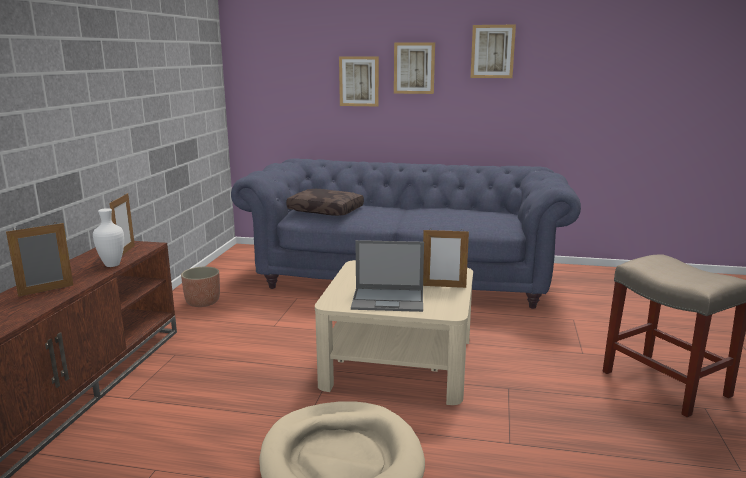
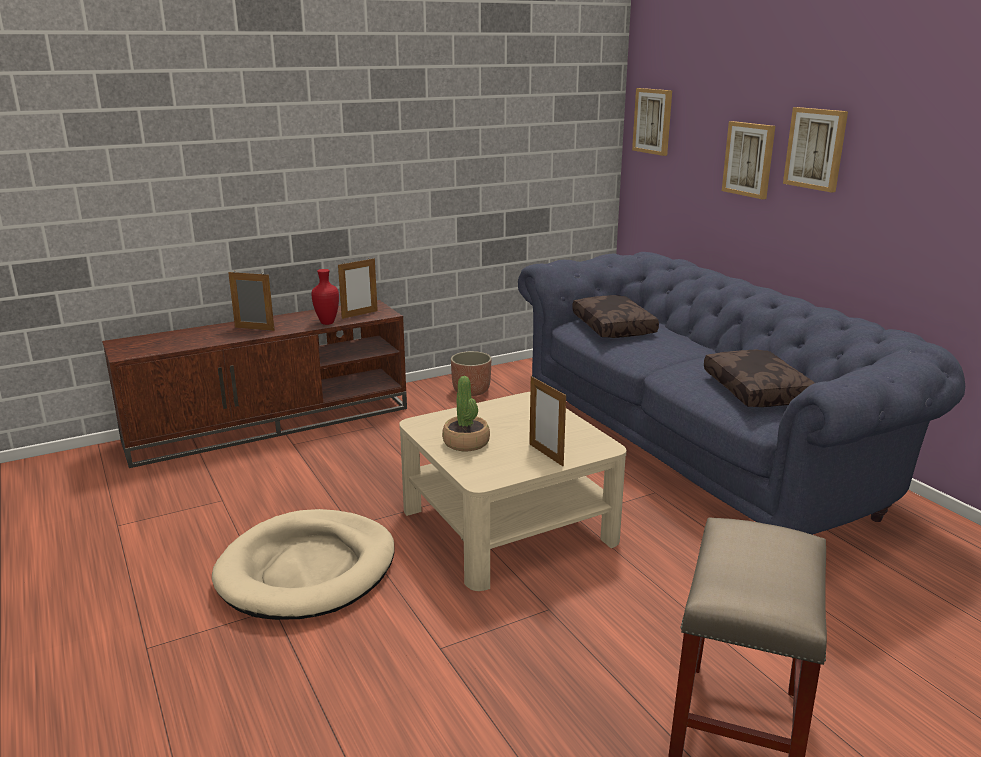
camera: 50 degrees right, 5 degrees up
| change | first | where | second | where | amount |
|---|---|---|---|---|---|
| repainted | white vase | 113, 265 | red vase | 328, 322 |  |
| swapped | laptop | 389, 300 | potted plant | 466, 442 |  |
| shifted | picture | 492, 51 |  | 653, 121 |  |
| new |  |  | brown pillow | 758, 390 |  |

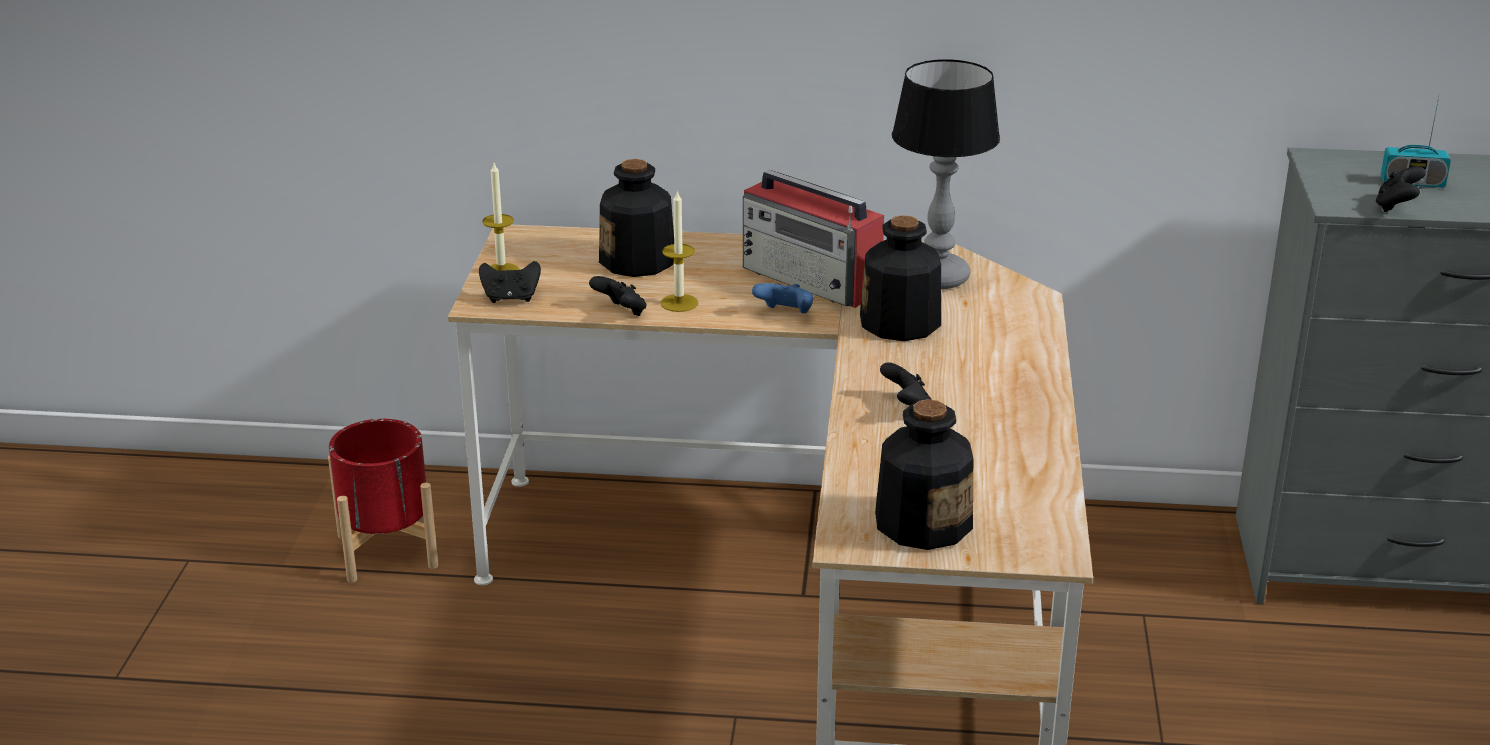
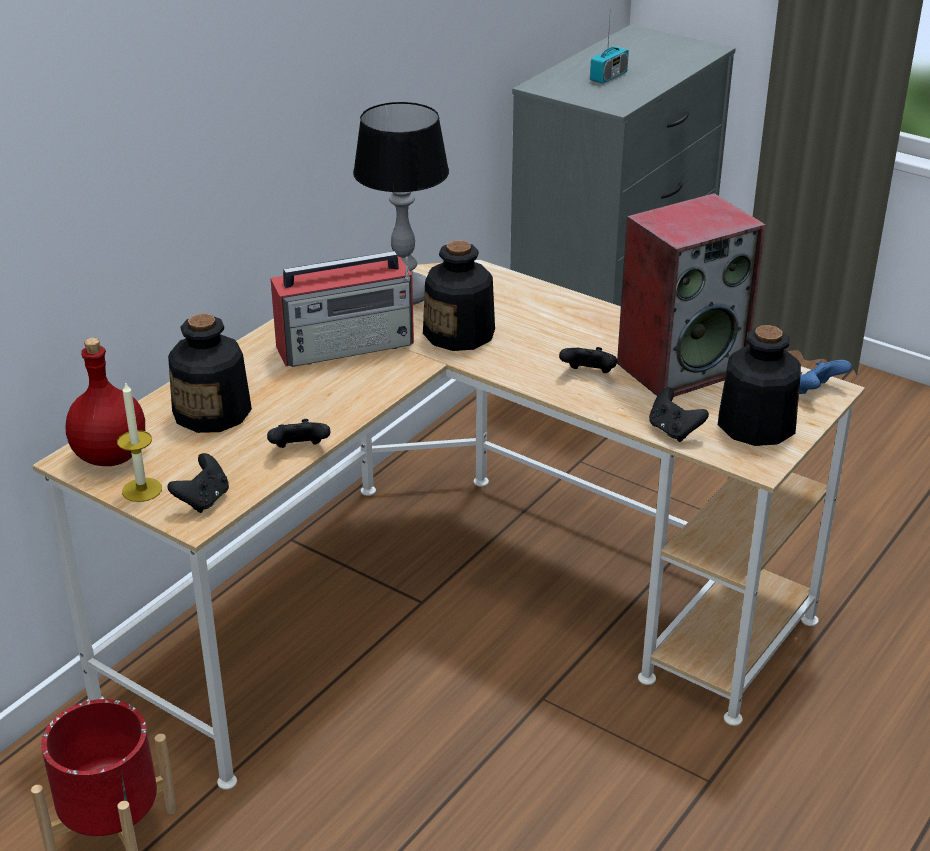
camera: 60 degrees left, 5 degrees up
| change | first | where | second | where | amount |
|---|---|---|---|---|---|
| gone | candle | 679, 303 |  |  |  |
| shifted | blue game controller | 785, 314 |  | 817, 392 |  |
| shifted | black game controller | 1396, 207 |  | 673, 431 |  |
| new |  |  | red bottle | 111, 455 |  |
| new |  |  | speaker | 681, 366 |  |

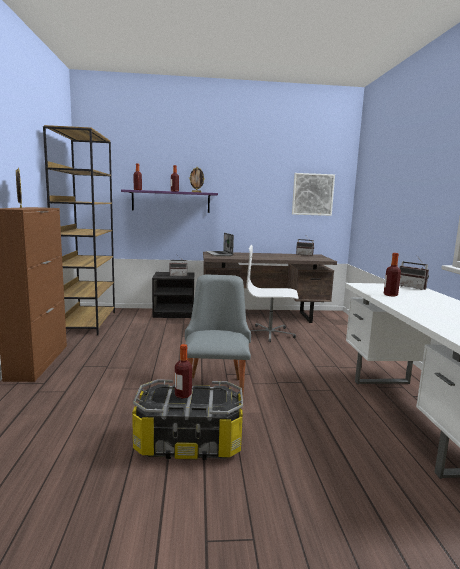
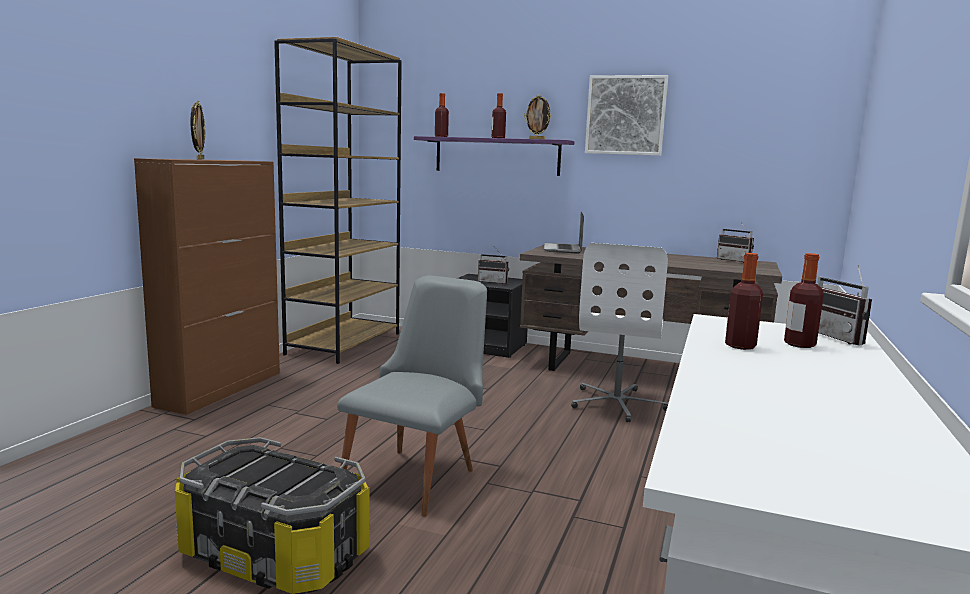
camera: 25 degrees right, 0 degrees up
| change | first | where | second | where | amount |
|---|---|---|---|---|---|
| shifted | bottle | 183, 395 |  | 799, 344 |  |
| rotated | white office chair | 270, 334 |  | 617, 403 | 105 degrees counterclockwise |
| shifted | picture | 312, 194 |  | 625, 115 |  |

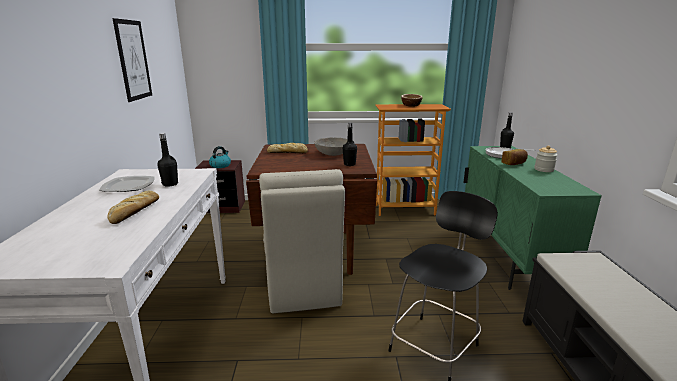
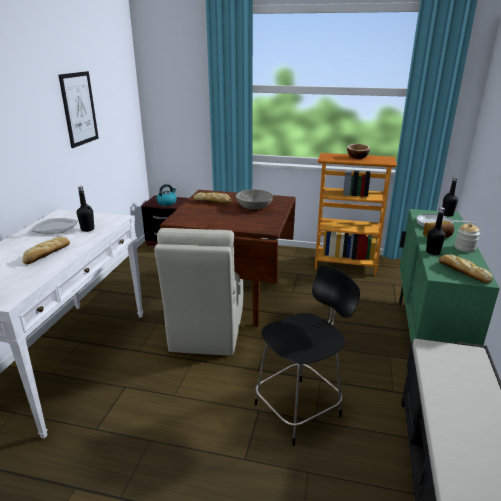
camera: 15 degrees right, 5 degrees up
| change | first | where | second | where | amount |
|---|---|---|---|---|---|
| shifted | black bottle | 349, 164 |  | 433, 252 |  |
| new |  |  | bread | 462, 272 |  |

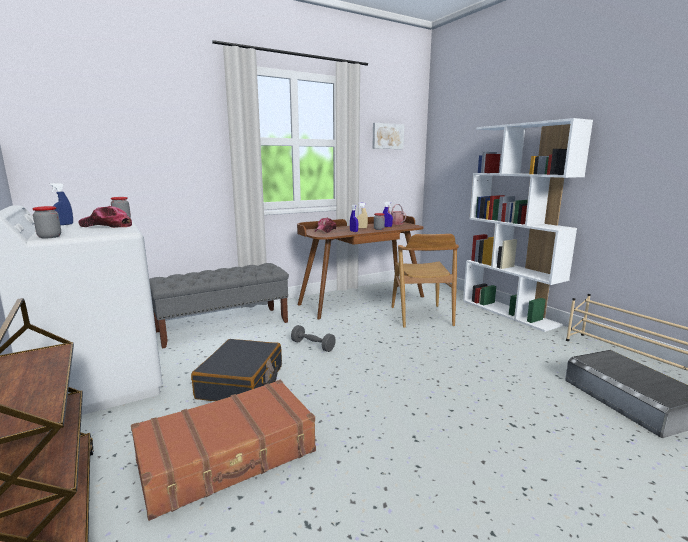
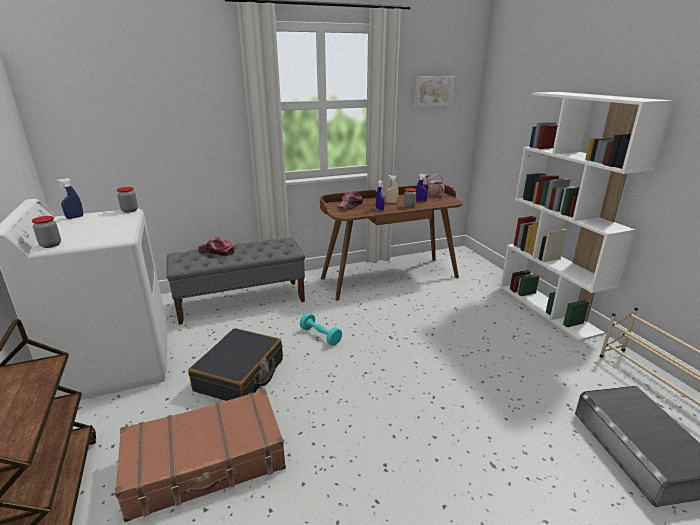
camera: 10 degrees right, 10 degrees up
| change | first | where | second | where | amount |
|---|---|---|---|---|---|
| shifted | cap | 106, 226 |  | 217, 251 |  |
| repainted | grey dumbbell | 313, 346 | turquoise dumbbell | 320, 336 |  |
| gone | brown chair | 421, 316 |  |  |  |

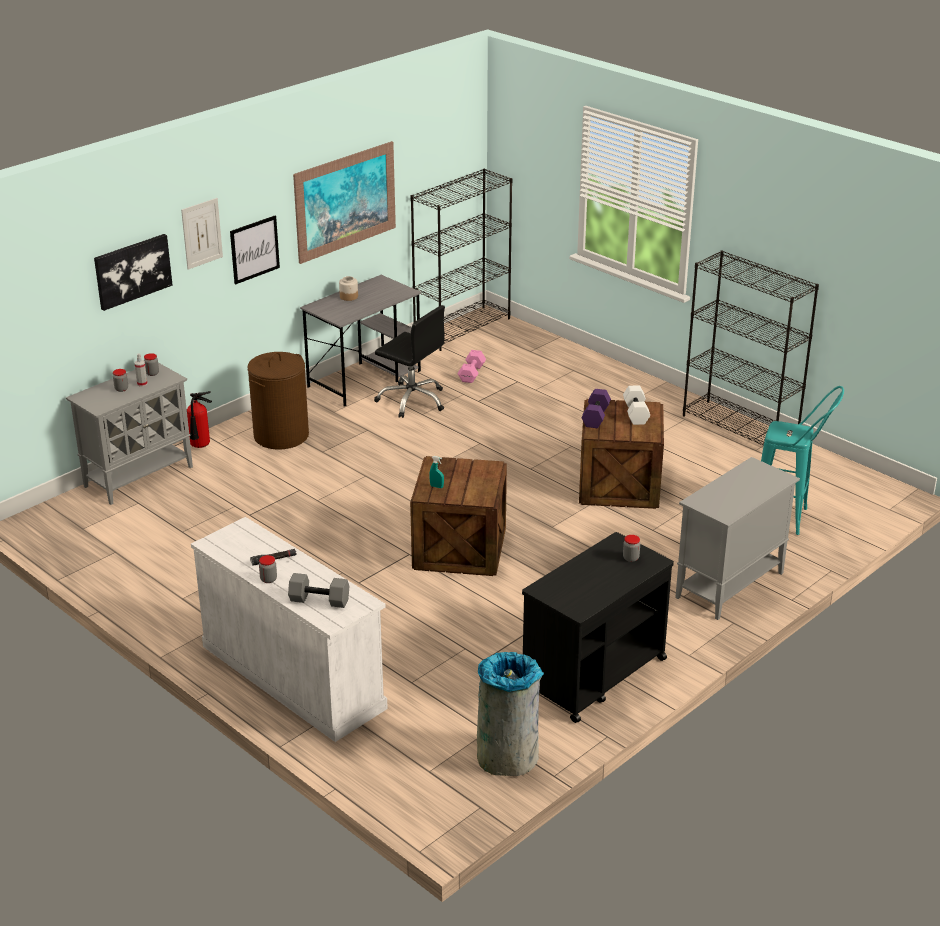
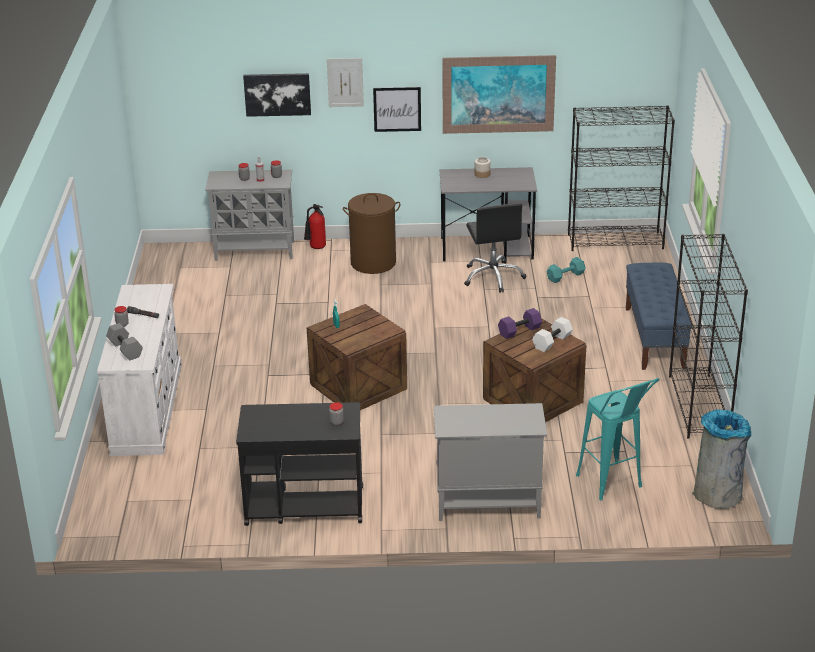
camera: 45 degrees right, 0 degrees up
| change | first | where | second | where | amount |
|---|---|---|---|---|---|
| repainted | pink dumbbell | 472, 373 | turquoise dumbbell | 566, 276 |  |
| shifted | grey trash can | 508, 757 |  | 717, 495 |  |
| new |  |  | blue bench | 654, 338 |  |

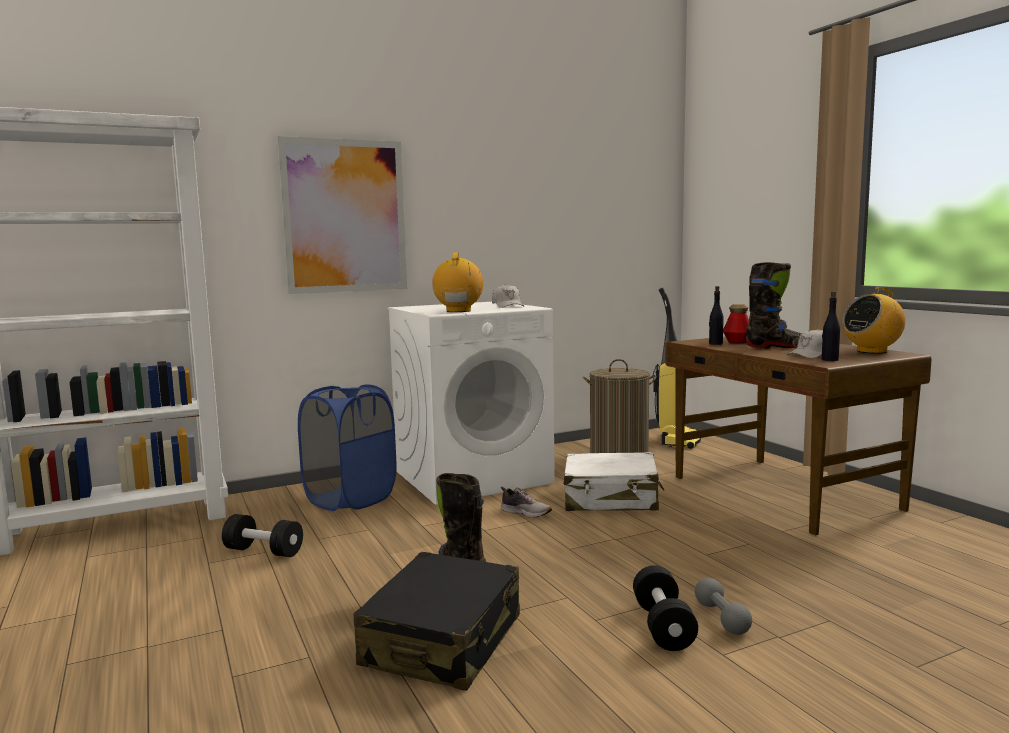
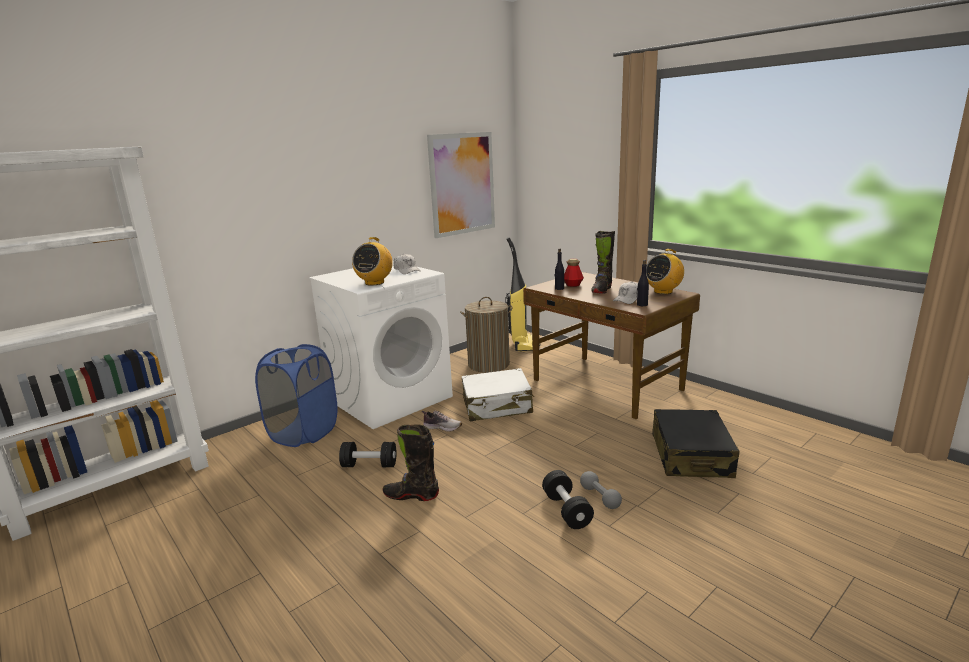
camera: 15 degrees left, 10 degrees up
| change | first | where | second | where | amount |
|---|---|---|---|---|---|
| shifted | black dumbbell | 263, 551 |  | 369, 465 |  |
| shifted | picture | 344, 216 |  | 462, 184 |  |
| shifted | black suitcase | 443, 641 |  | 691, 456 |  |
| rotated | radio | 458, 311 |  | 374, 283 | 150 degrees counterclockwise |
| rotated | black boot | 777, 347 |  | 601, 290 | 135 degrees clockwise |

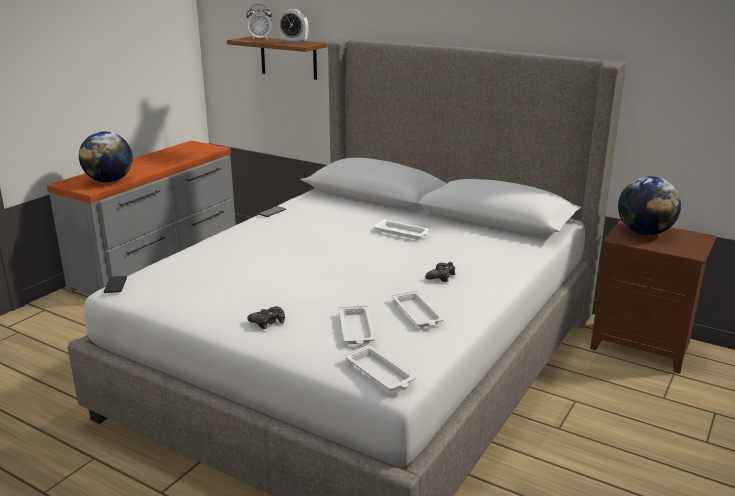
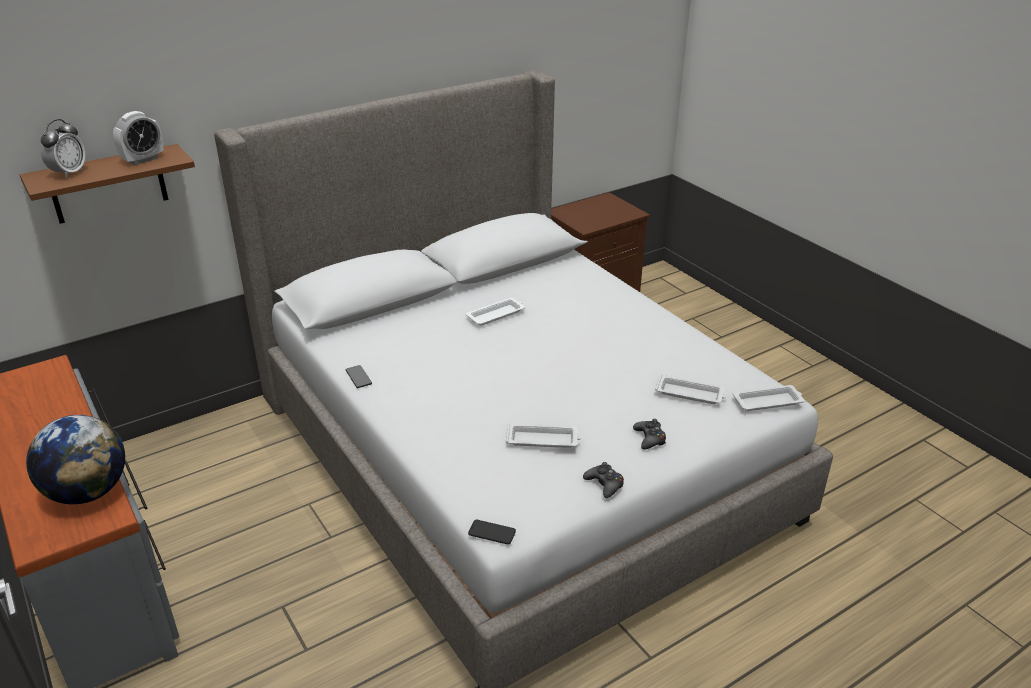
camera: 65 degrees left, 10 degrees up
| change | first | where | second | where | amount |
|---|---|---|---|---|---|
| shifted | white tray | 417, 313 |  | 543, 440 |  |
| shifted | black game controller | 441, 276 |  | 604, 484 |  |
| gone | globe | 644, 233 |  |  |  |

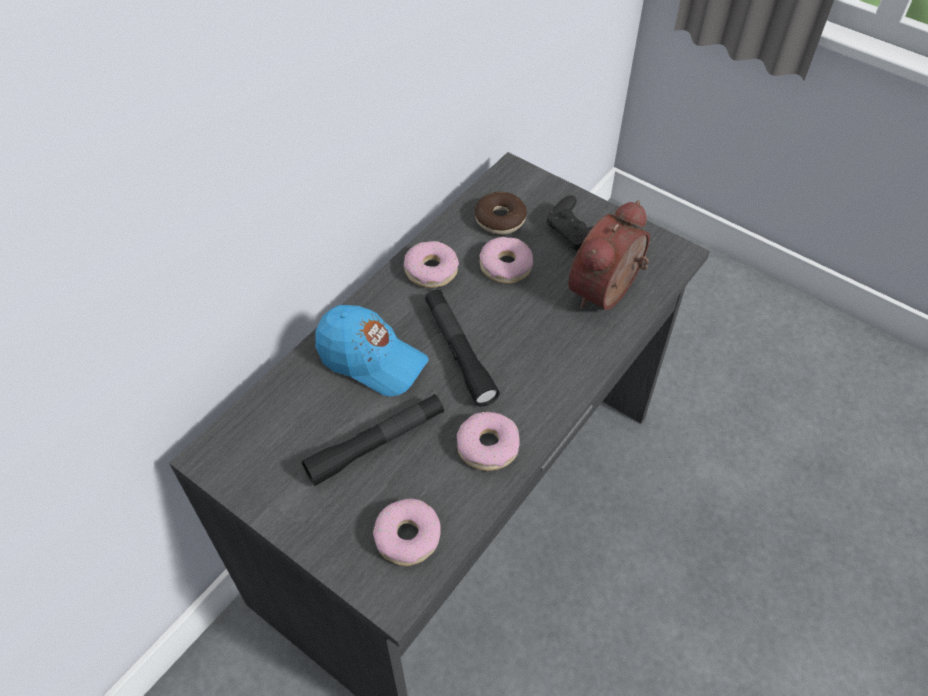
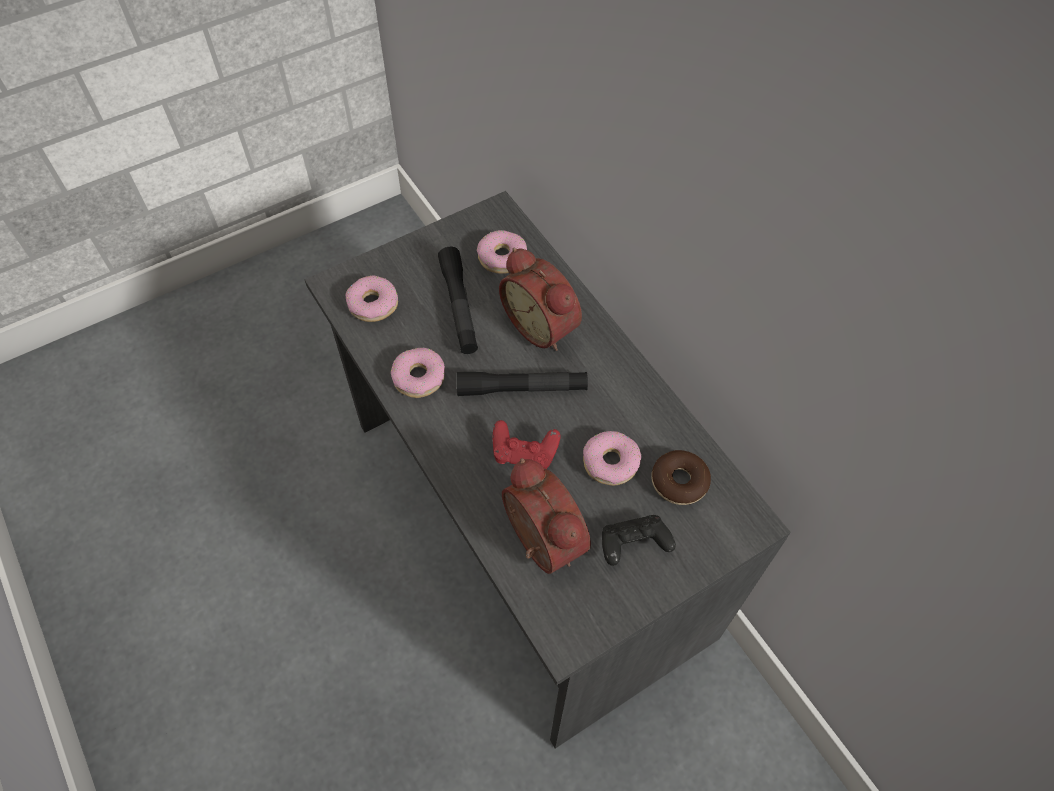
camera: 110 degrees right, 5 degrees up
| change | first | where | second | where | amount |
|---|---|---|---|---|---|
| swapped | blue cap | 371, 359 | alarm clock | 542, 325 |  |
| shifted | donut | 431, 270 |  | 502, 257 |  |
| new |  |  | red game controller | 524, 453 |  |

